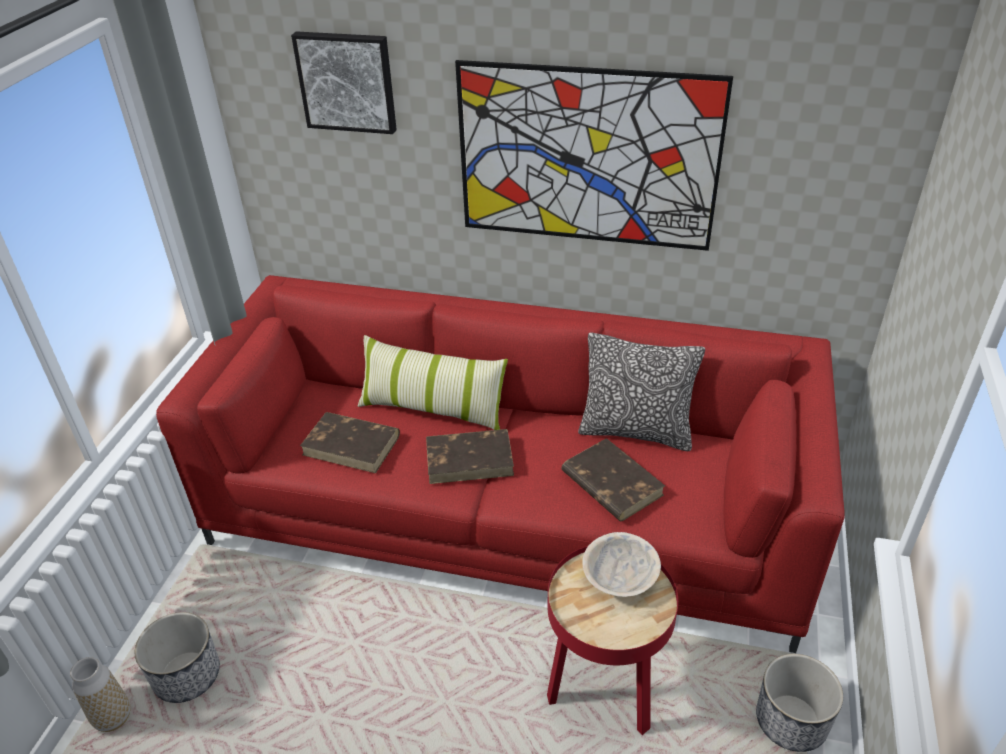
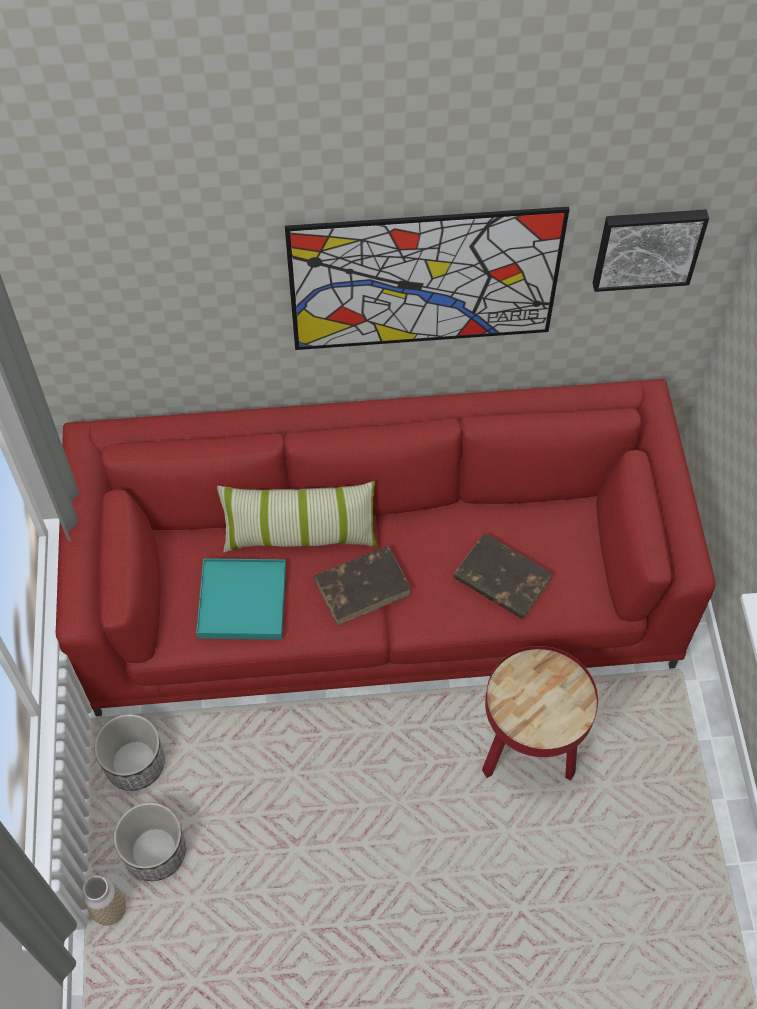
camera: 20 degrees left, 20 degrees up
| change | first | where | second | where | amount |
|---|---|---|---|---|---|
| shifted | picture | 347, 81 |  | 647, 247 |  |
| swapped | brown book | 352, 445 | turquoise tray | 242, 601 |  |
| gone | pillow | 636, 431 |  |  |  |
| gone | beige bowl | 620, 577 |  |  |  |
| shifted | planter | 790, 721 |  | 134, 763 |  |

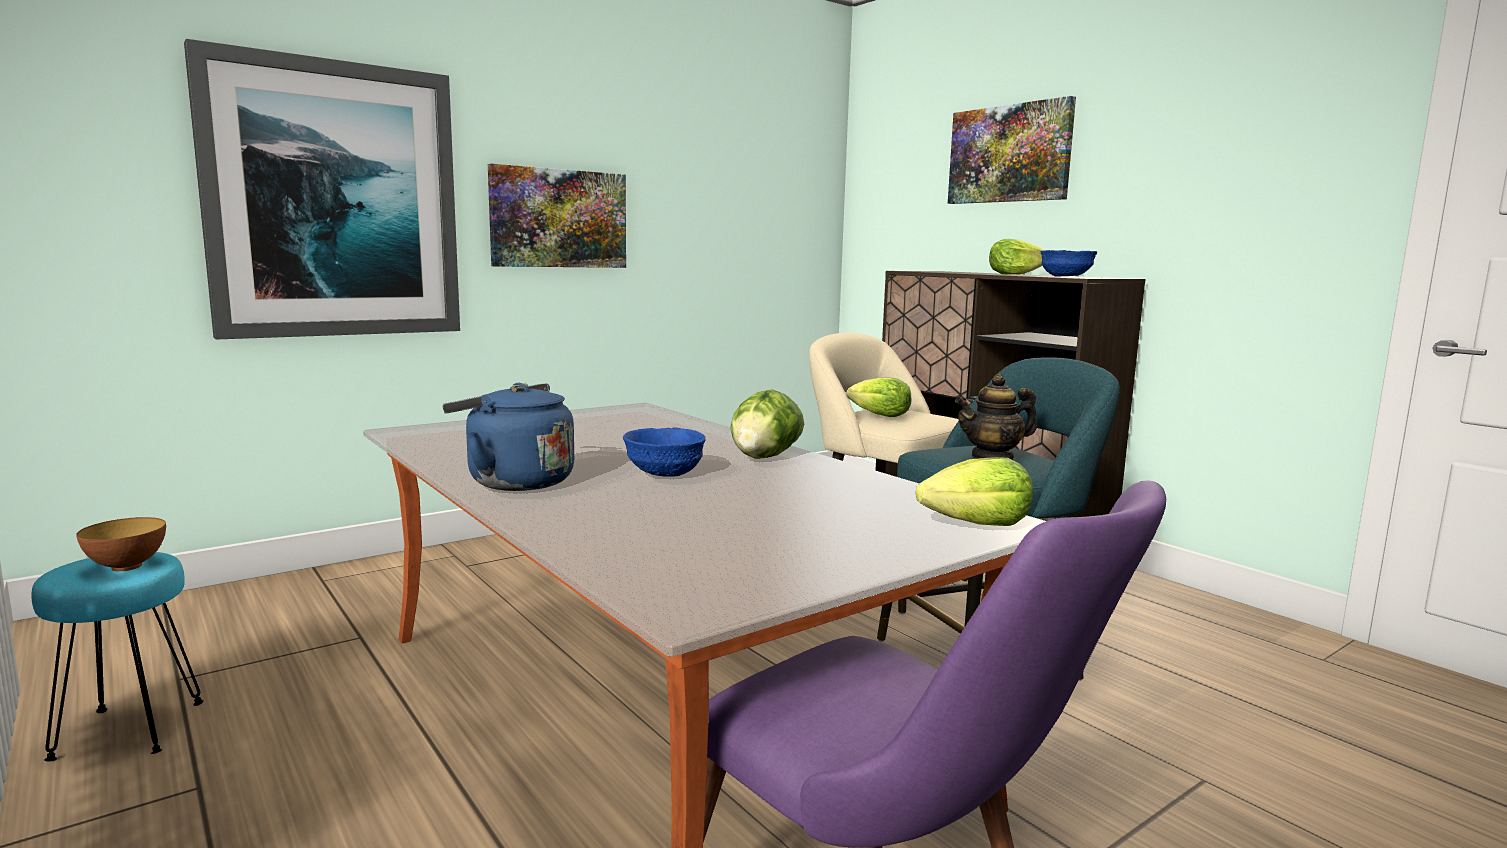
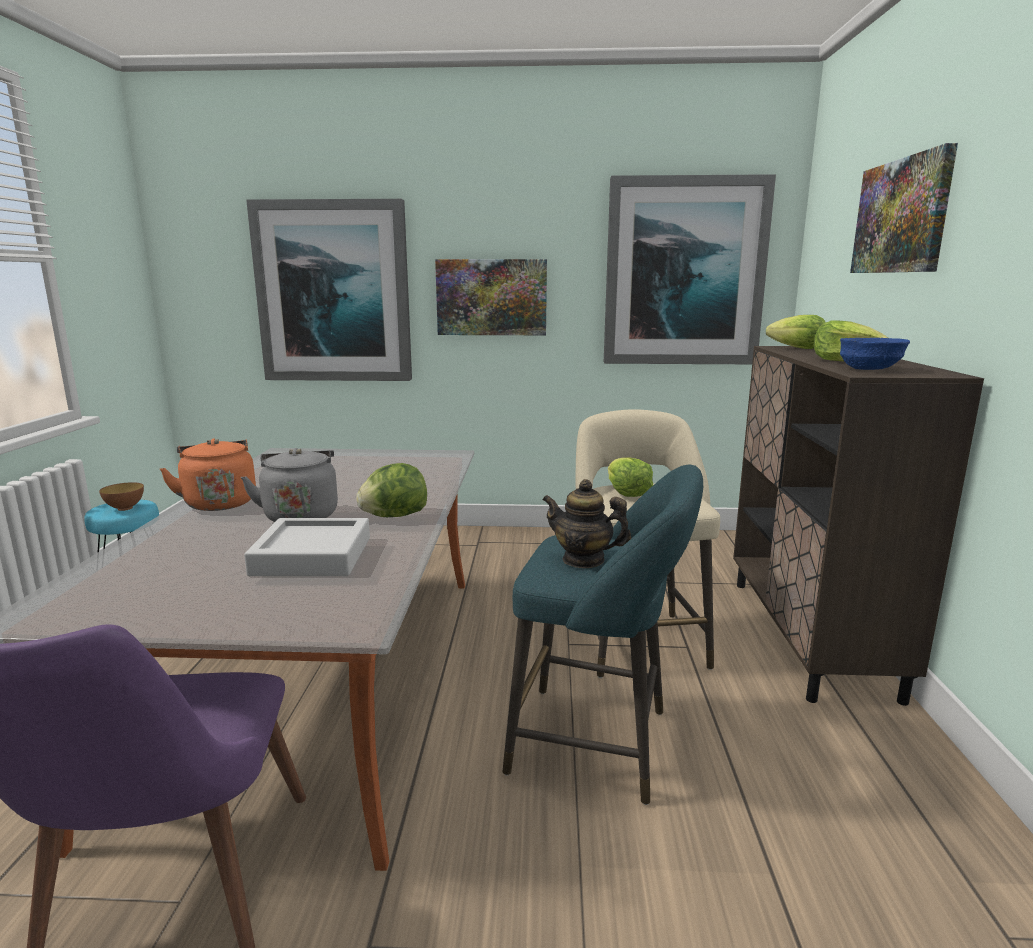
camera: 40 degrees right, 5 degrees up
| change | first | where | second | where | amount |
|---|---|---|---|---|---|
| repainted | blue kettle | 514, 482 | orange kettle | 219, 502 |  |
| swapped | blue bowl | 664, 473 | grey kettle | 300, 515 |  |
| shifted | lettuce | 977, 525 |  | 797, 348 |  |
| new |  |  | grey tray | 312, 556 |  |
| new |  |  | picture | 683, 273 |  |

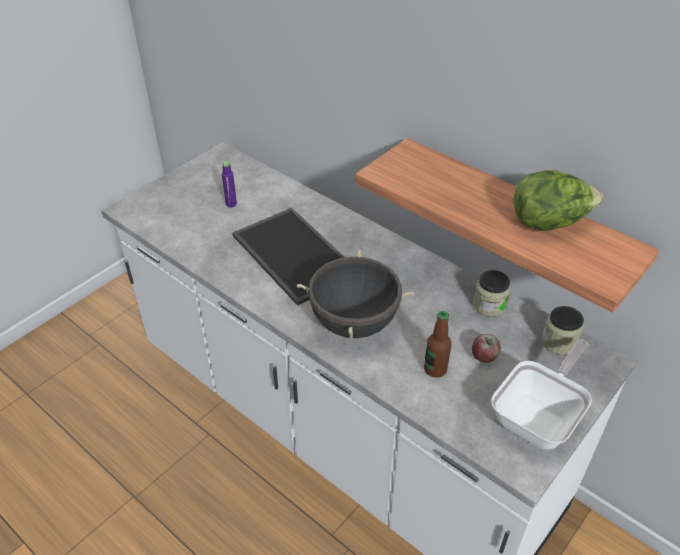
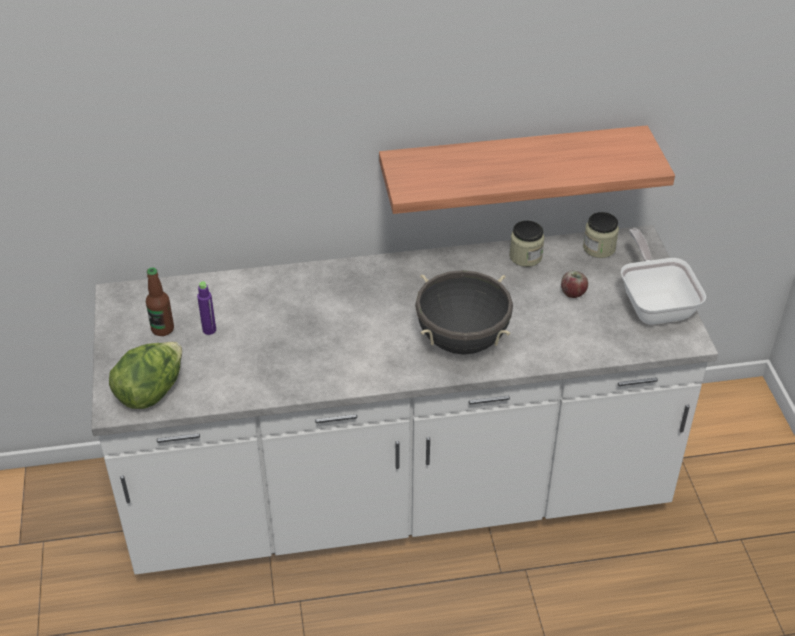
camera: 50 degrees left, 0 degrees up
| change | first | where | second | where | amount |
|---|---|---|---|---|---|
| gone | tray | 291, 254 |  |  |  |
| shifted | bottle | 435, 369 |  | 162, 329 |  |
| shifted | lettuce | 549, 222 |  | 151, 391 |  |

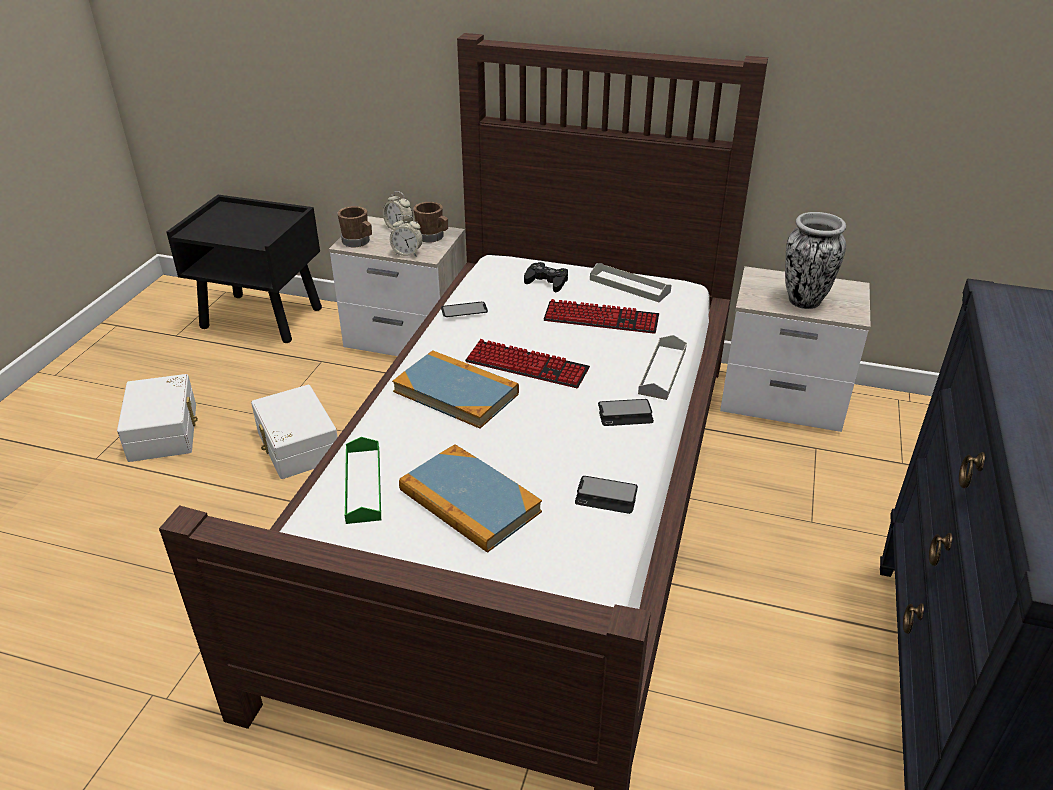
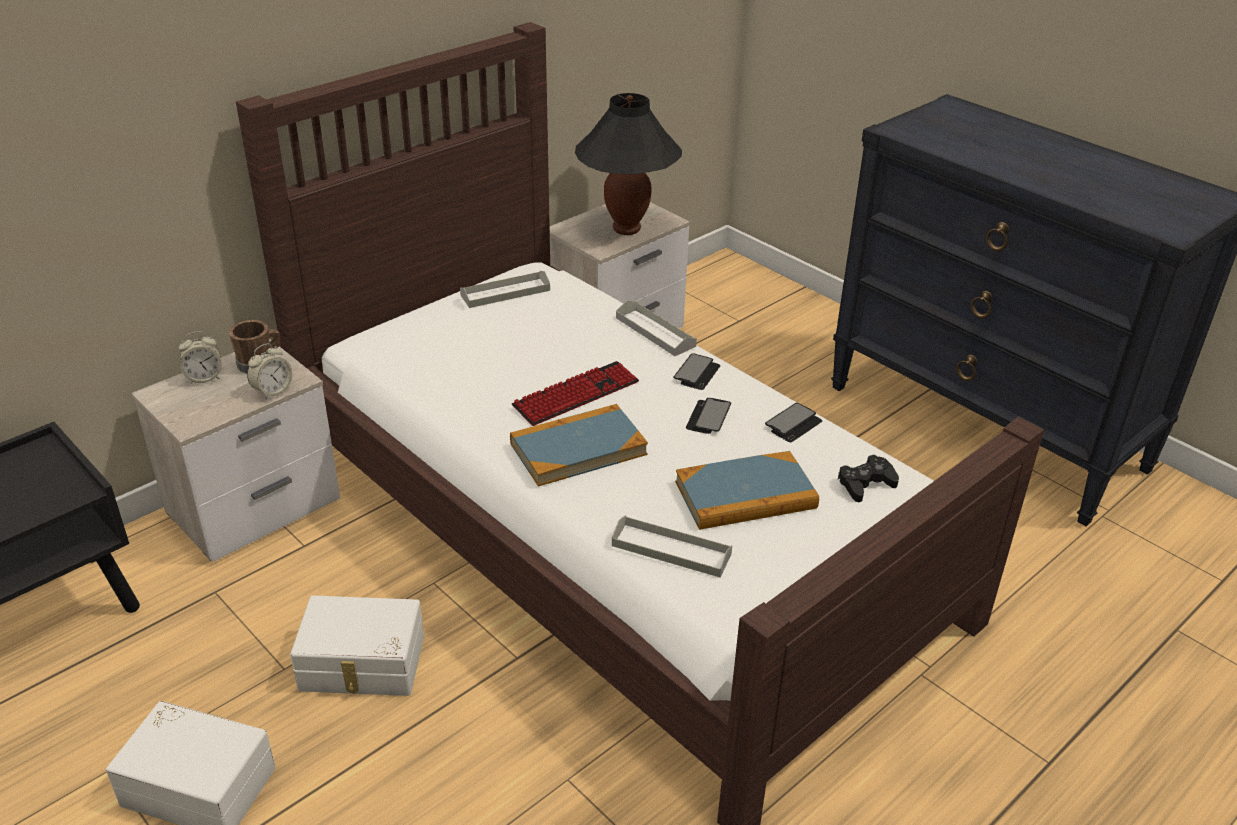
camera: 60 degrees left, 0 degrees up
| change | first | where | second | where | amount |
|---|---|---|---|---|---|
| gone | brown mug | 358, 242 |  |  |  |
| repainted | green tray | 363, 484 | grey tray | 671, 550 |  |
| shifted | phone | 464, 311 |  | 708, 417 |  |
| shifted | black game controller | 547, 282 |  | 865, 484 |  |
| gone | keyboard | 601, 319 |  |  |  |
| swapped | vase | 804, 300 | black table lamp | 626, 229 |  |

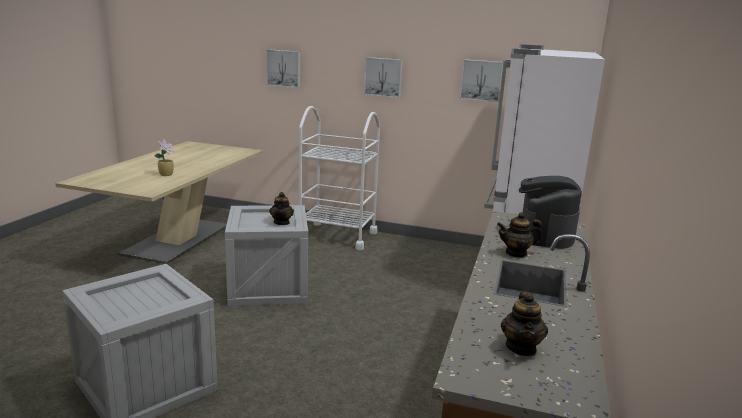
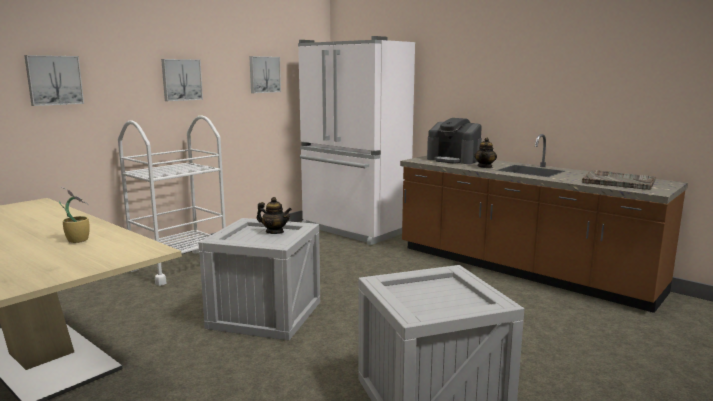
camera: 65 degrees left, 5 degrees down
| change | first | where | second | where | amount |
|---|---|---|---|---|---|
| swapped | teapot | 521, 347 | grey tray | 618, 181 |  |

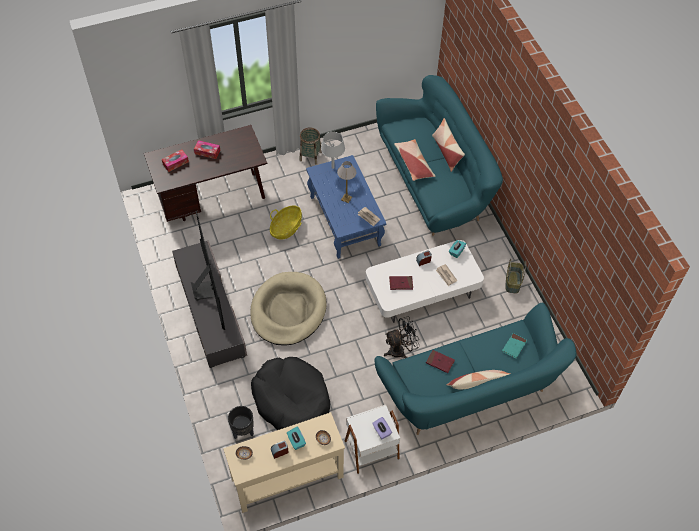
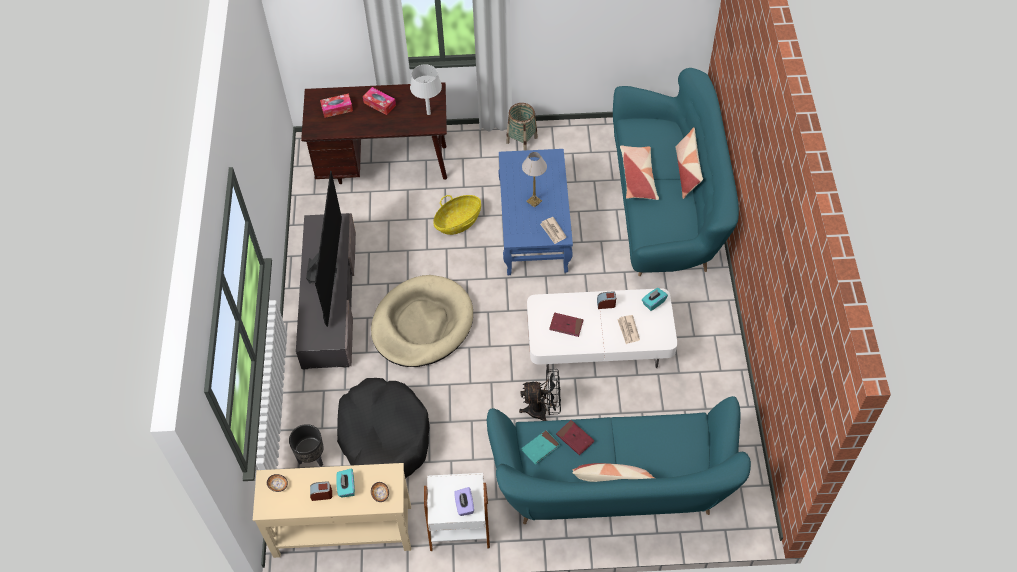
camera: 20 degrees right, 0 degrees up
| change | first | where | second | where | amount |
|---|---|---|---|---|---|
| shifted | grey table lamp | 333, 167 |  | 428, 113 |  |
| shifted | turquoise book | 514, 346 |  | 540, 448 |  |
| gone | basket | 512, 282 |  |  |  |

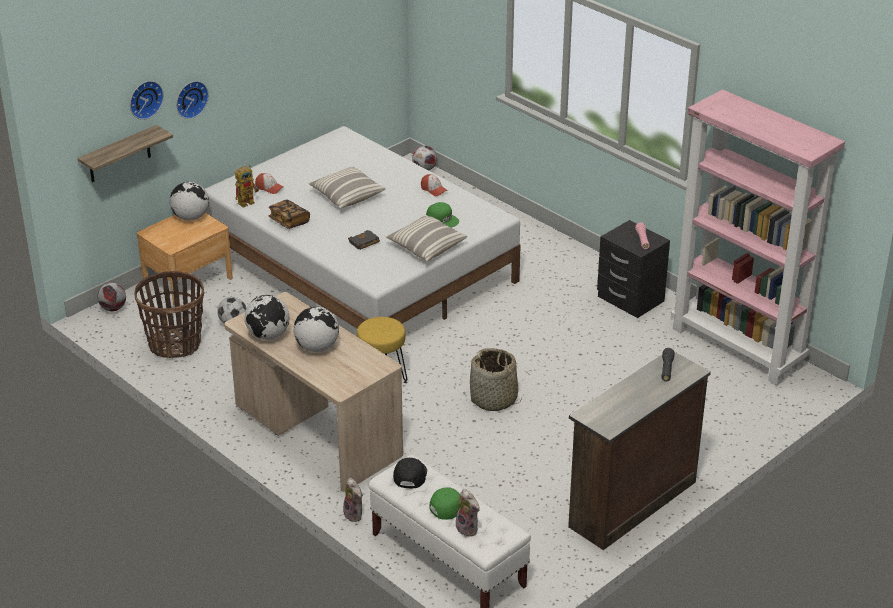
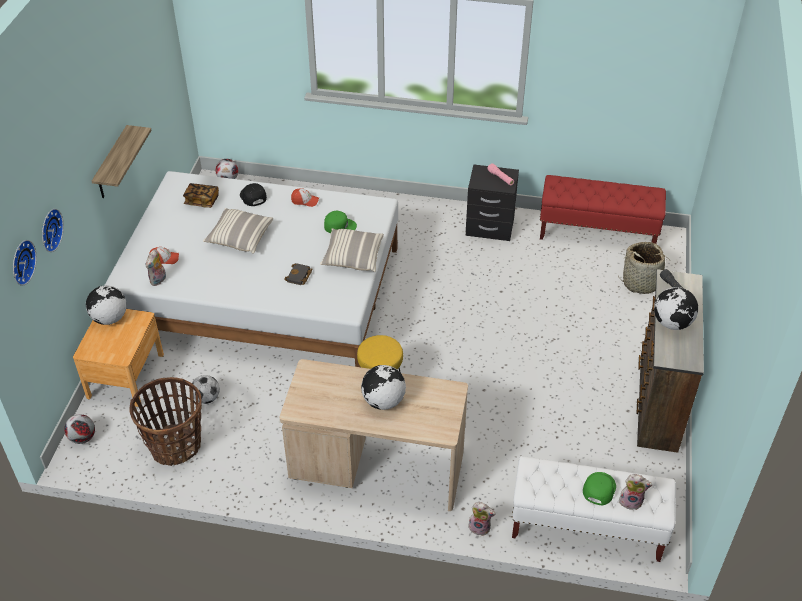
camera: 35 degrees left, 10 degrees up
| change | first | where | second | where | amount |
|---|---|---|---|---|---|
| shifted | shelf | 119, 155 |  | 112, 164 |  |
| shifted | wall clock | 190, 98 |  | 21, 262 |  |
| swapped | toy robot | 248, 201 | plush toy | 158, 280 |  |
| shifted | globe | 268, 335 |  | 672, 323 |  |
| shifted | book | 289, 221 |  | 202, 201 |  |
| shifted | black cap | 409, 475 |  | 252, 196 |  |
| shifted | basket | 494, 399 |  | 641, 282 |  |
| swapped | pink bookcase | 738, 347 | red bench | 597, 233 |  |

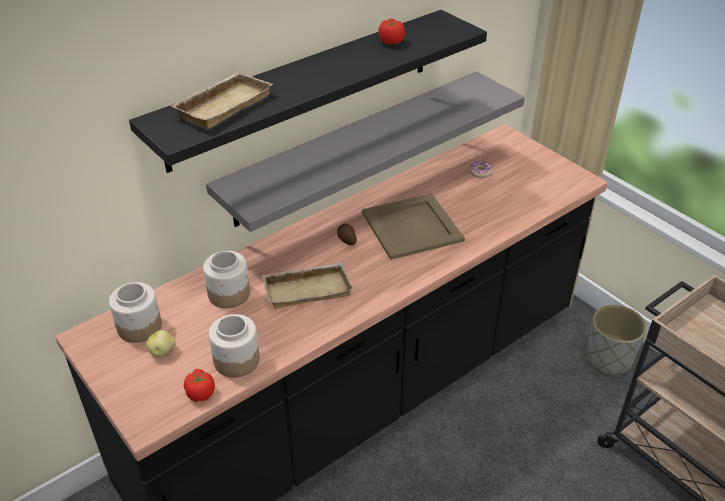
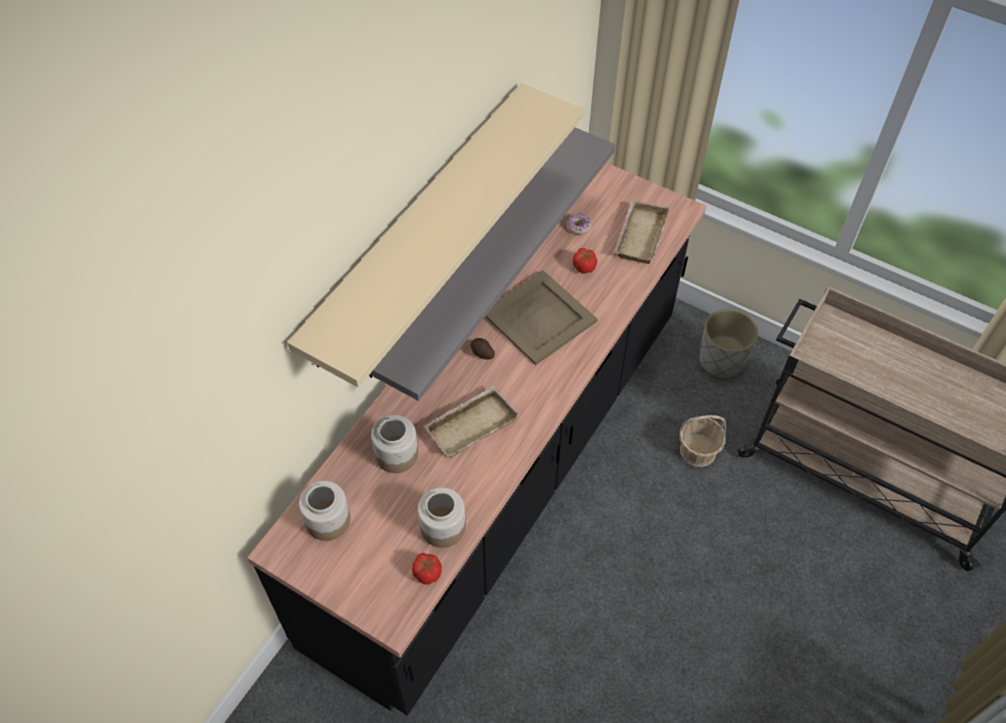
camera: 20 degrees left, 15 degrees up
| change | first | where | second | where | amount |
|---|---|---|---|---|---|
| repainted | black shelf | 304, 88 | beige shelf | 417, 224 |  |
| gone | potato | 163, 351 |  |  |  |
| shifted | beige tray | 223, 104 |  | 639, 235 |  |
| shifted | tomato | 391, 41 |  | 584, 267 |  |
| new |  |  | basket | 698, 451 |  |

